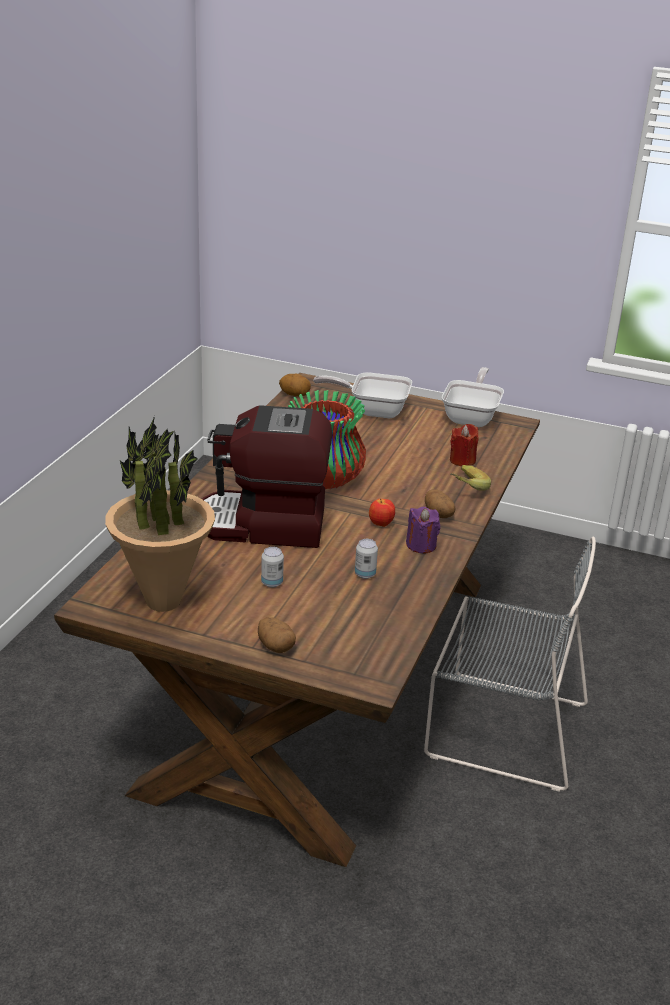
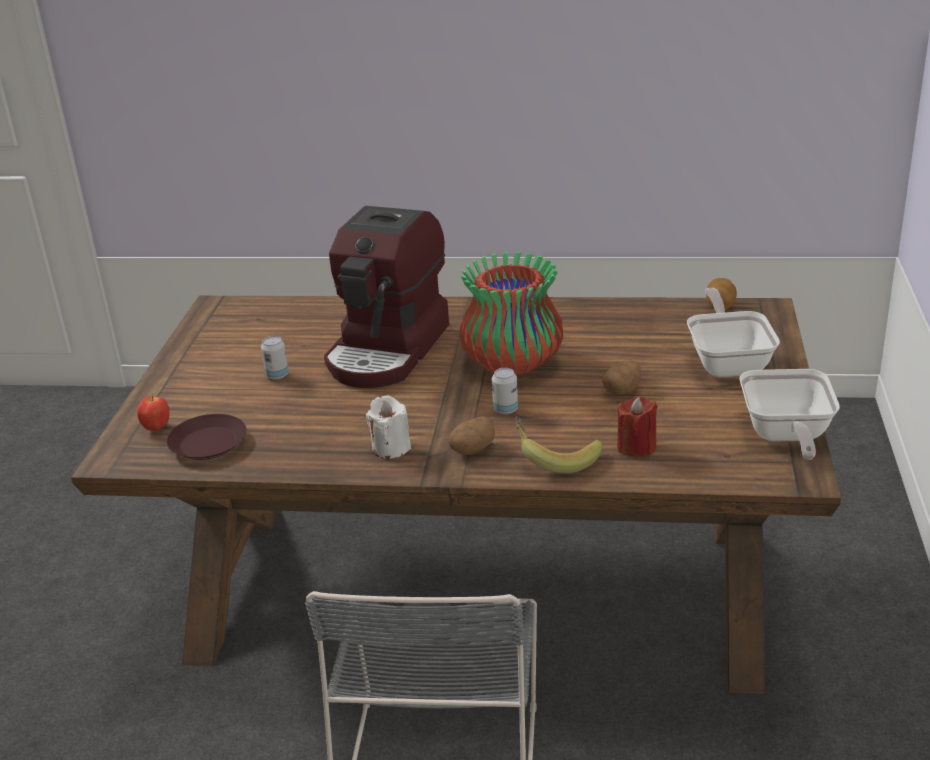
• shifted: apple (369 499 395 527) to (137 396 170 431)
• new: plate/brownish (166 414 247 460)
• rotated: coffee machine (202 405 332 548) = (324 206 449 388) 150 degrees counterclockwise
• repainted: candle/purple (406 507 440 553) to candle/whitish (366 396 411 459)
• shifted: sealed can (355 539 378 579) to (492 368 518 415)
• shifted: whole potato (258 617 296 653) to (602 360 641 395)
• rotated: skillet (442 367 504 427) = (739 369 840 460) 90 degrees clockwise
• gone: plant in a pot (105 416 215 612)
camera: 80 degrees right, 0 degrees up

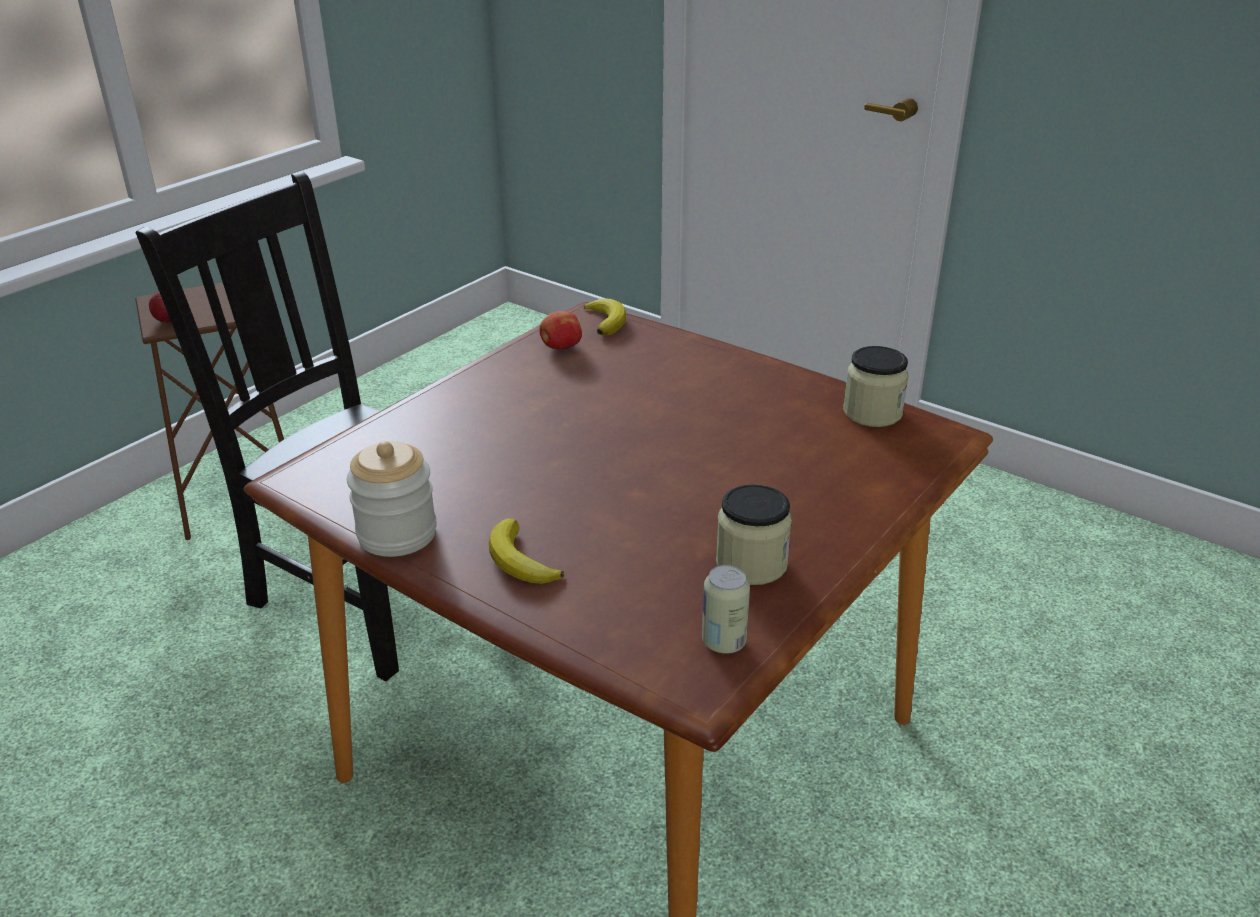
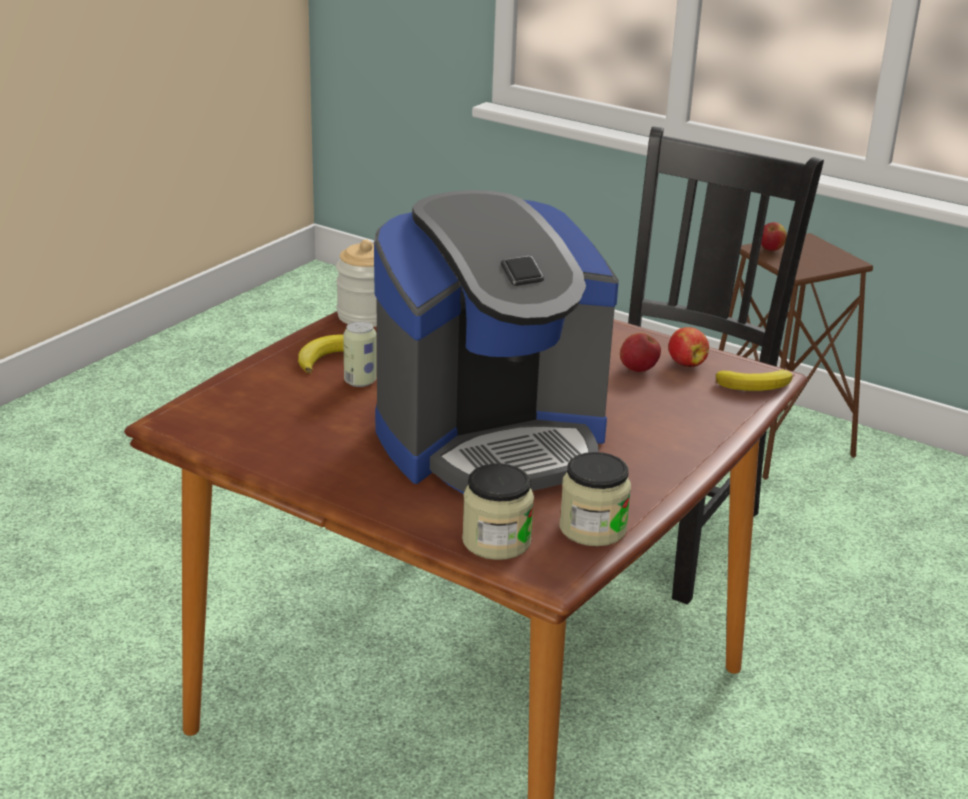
• shifted: sealed can (702 565 750 654) to (343 321 377 387)
• new: coffee machine (374 190 619 494)
• shifted: preserve jar (716 484 792 585) to (462 463 534 560)
• new: apple (620 332 661 372)
camera: 85 degrees right, 5 degrees down

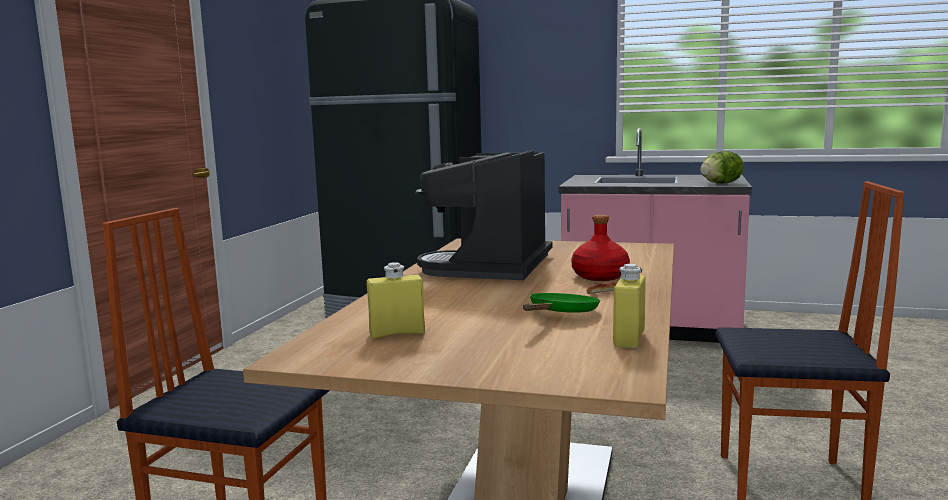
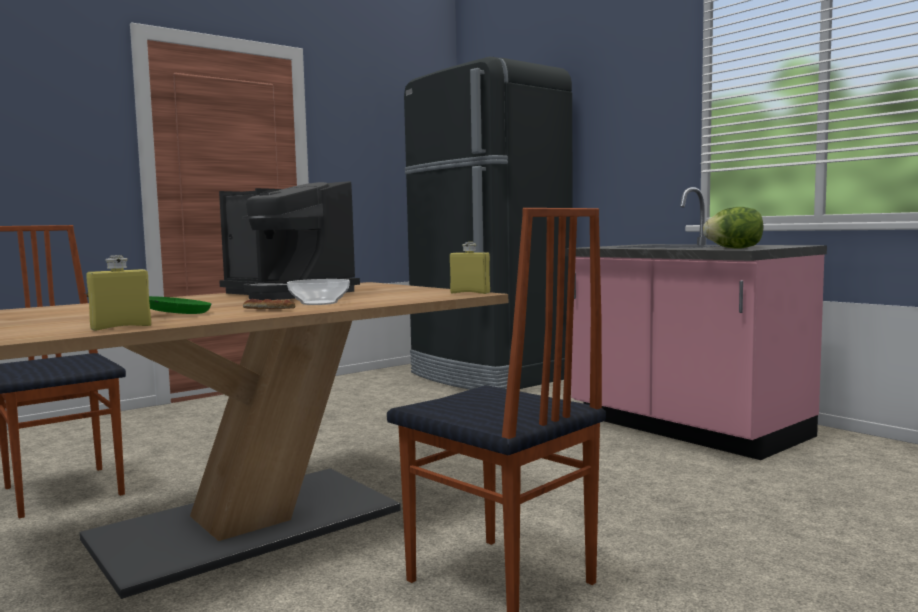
• rotated: coffee machine (416 150 553 280) = (219 181 360 300) 105 degrees counterclockwise
• swapped: bottle/red-coloured (571 214 630 281) to serving bowl (287 279 350 305)
• shifted: bottle/yellow (367 262 425 339) to (450 242 490 294)
camera: 35 degrees right, 5 degrees down

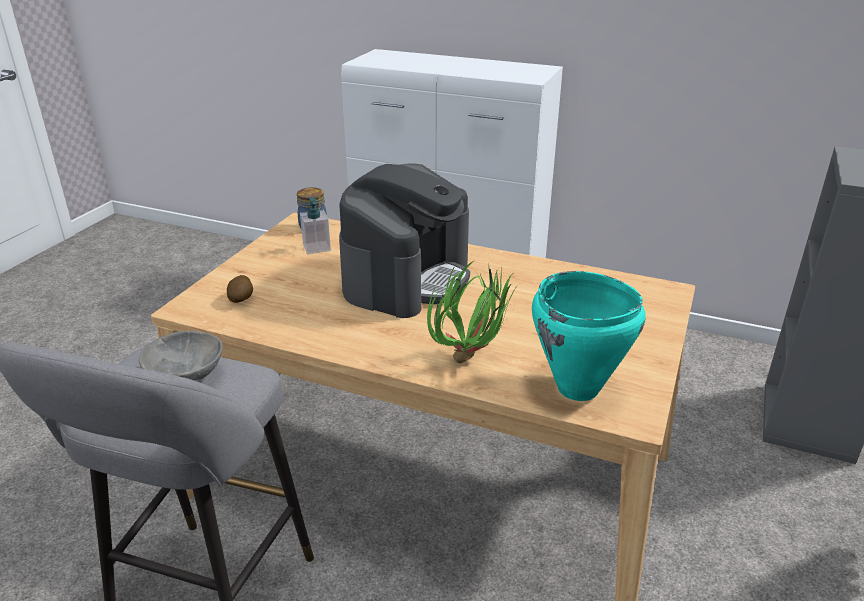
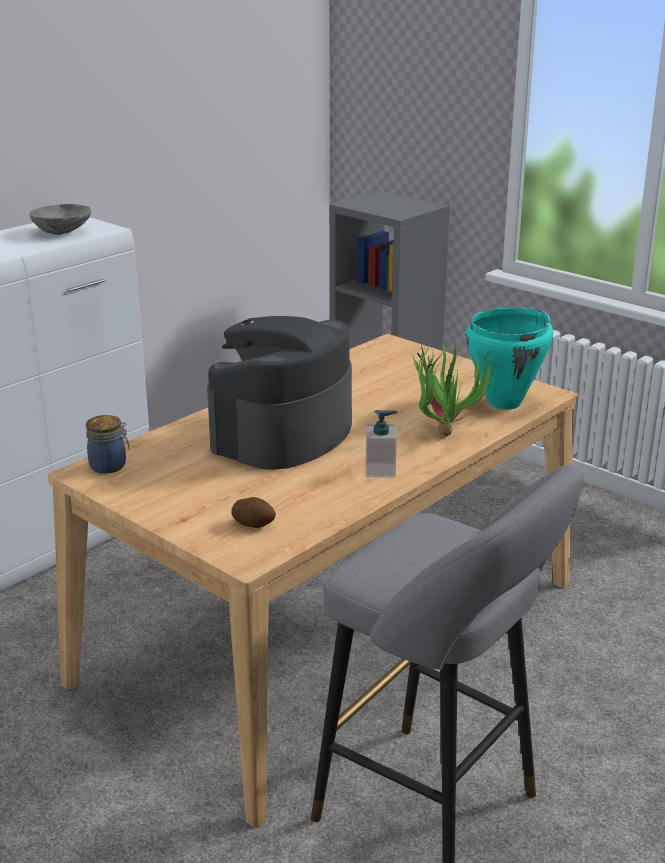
• shifted: serving bowl/greyish (139 331 222 381) to (30 204 91 235)
• rotated: coffee machine (339 164 470 318) = (207 316 352 470) 105 degrees counterclockwise
• shifted: soap dispenser (300 197 331 254) to (366 410 398 477)
camera: 70 degrees left, 5 degrees down

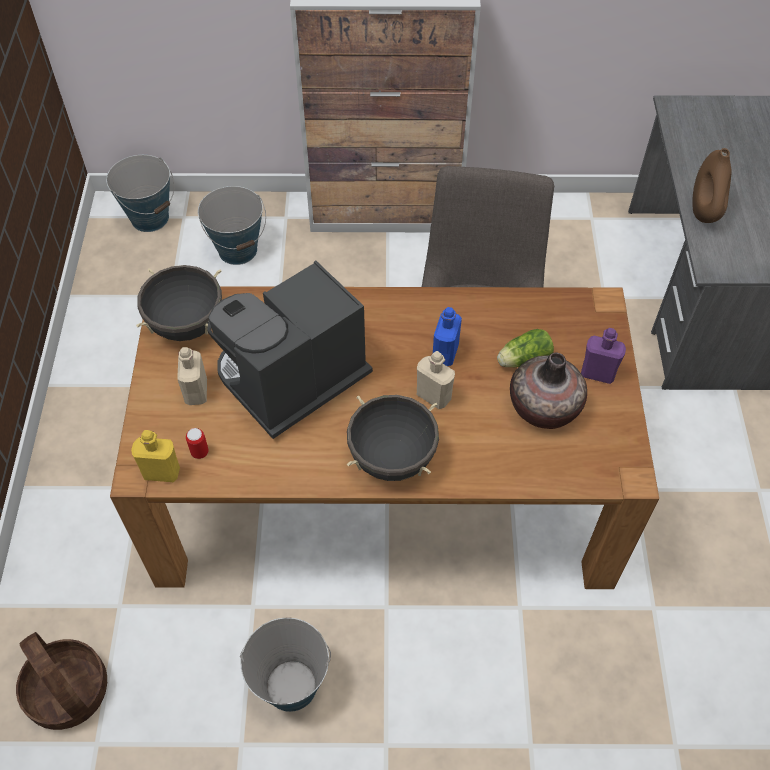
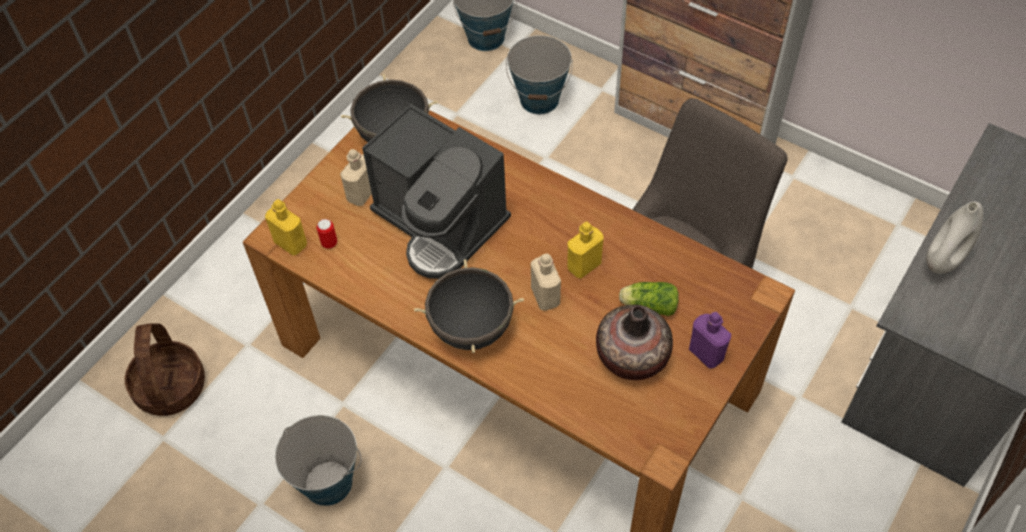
• rotated: coffee machine (207 261 373 439) = (362 104 511 279) 135 degrees counterclockwise
• repainted: bottle/blue-coloured (433 307 462 366) to bottle/yellow (567 222 604 278)
• repainted: flower vase/brownish (692 148 731 223) to flower vase/whitish (926 201 983 274)
camera: 35 degrees right, 0 degrees up

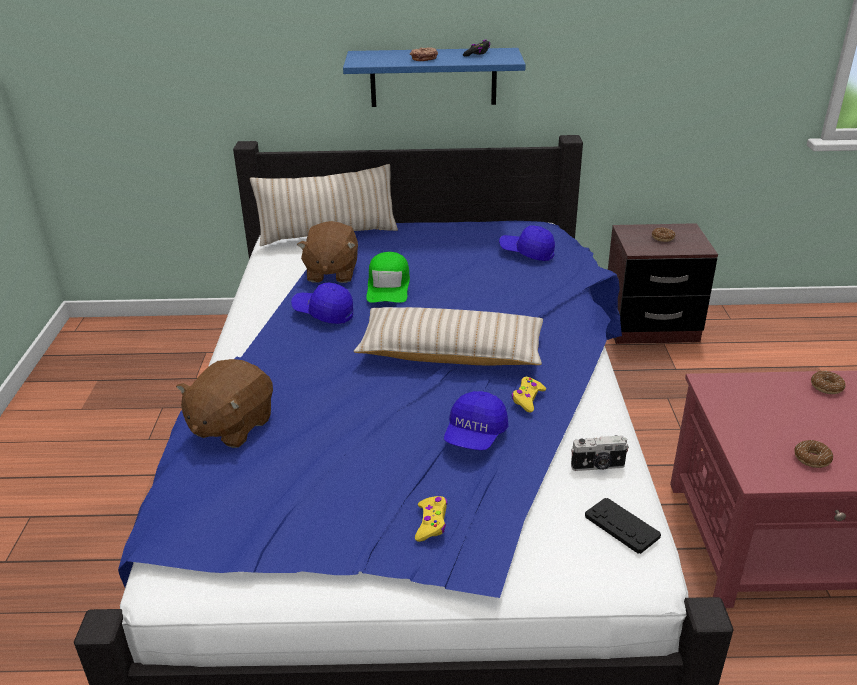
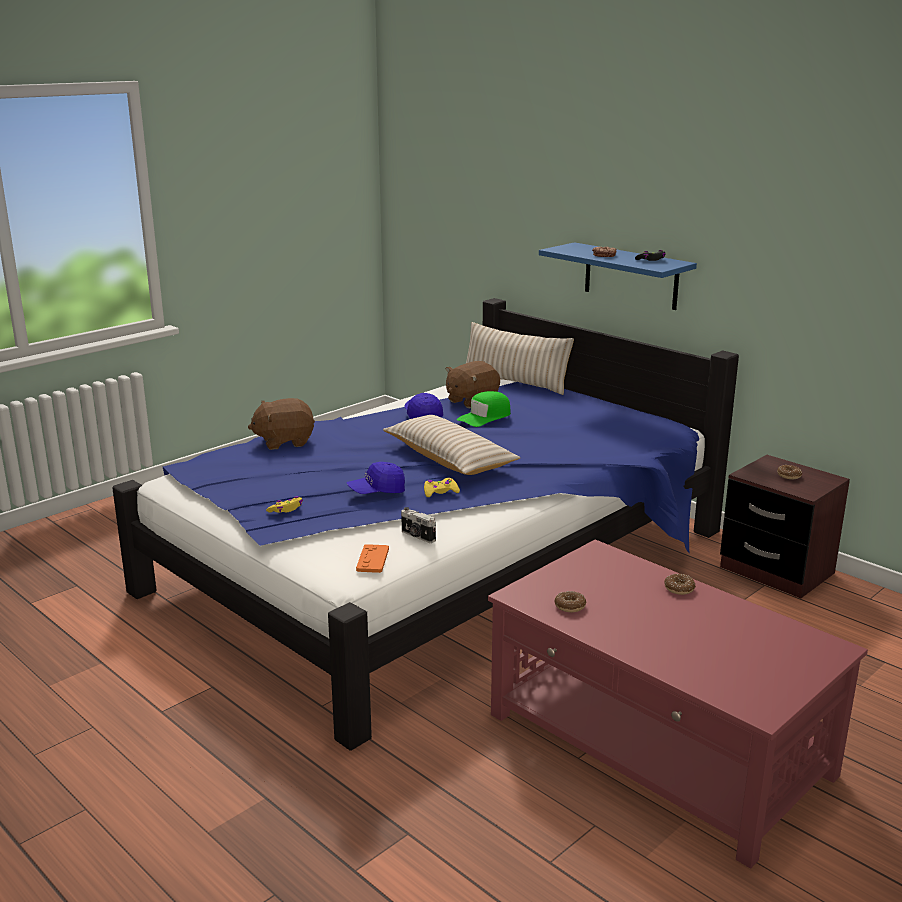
• repainted: game controller/black (585 498 661 554) to game controller/orangey (356 544 389 573)
• gone: peaked cap/blue-coloured (499 226 555 261)
camera: 45 degrees right, 10 degrees down

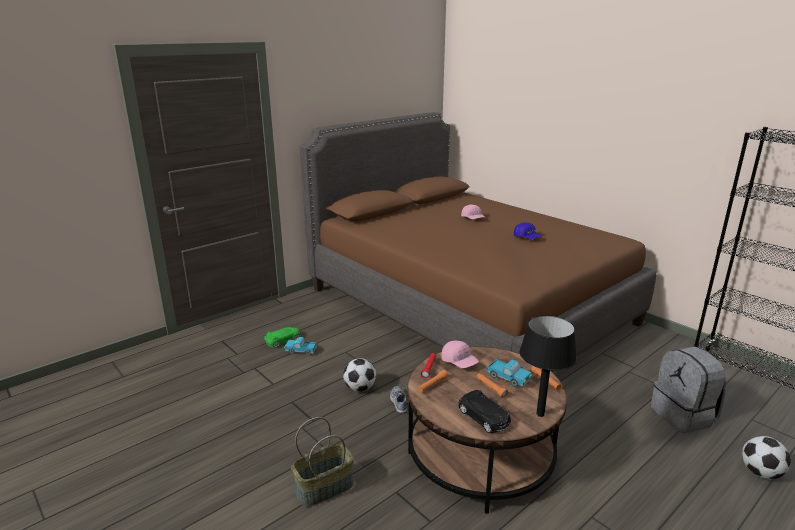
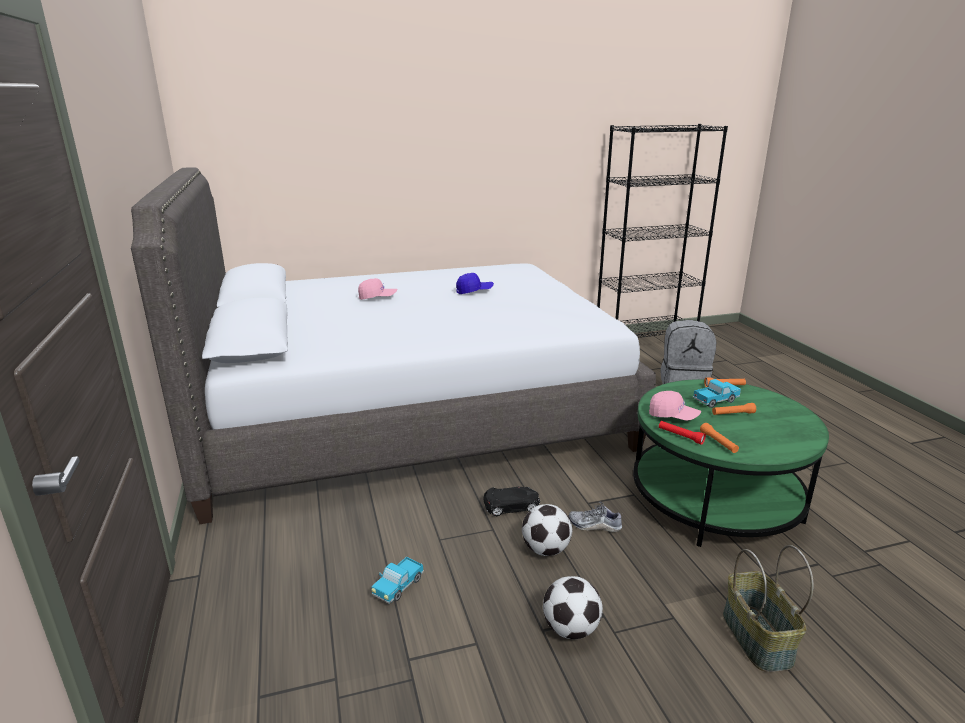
• repainted: bed/brownish (300 112 656 372) to bed/greyish (131 167 656 524)
• shifted: toy car/black (459 390 511 433) to (483 487 540 516)
• shifted: football (742 436 791 479) to (543 576 603 639)
• repainted: low table/brownish (407 346 567 514) to low table/green (633 379 829 547)
• rotated: peaked cap/pinkish (441 341 479 368) = (649 391 701 421) 45 degrees clockwise
• gone: toy car/green (264 327 300 348)
• gone: lamp for a table/black (519 315 577 417)
camera: 65 degrees left, 0 degrees up

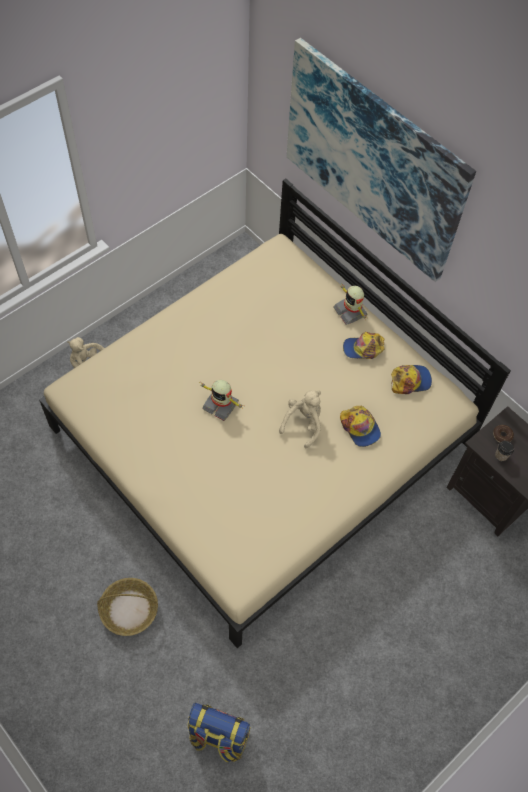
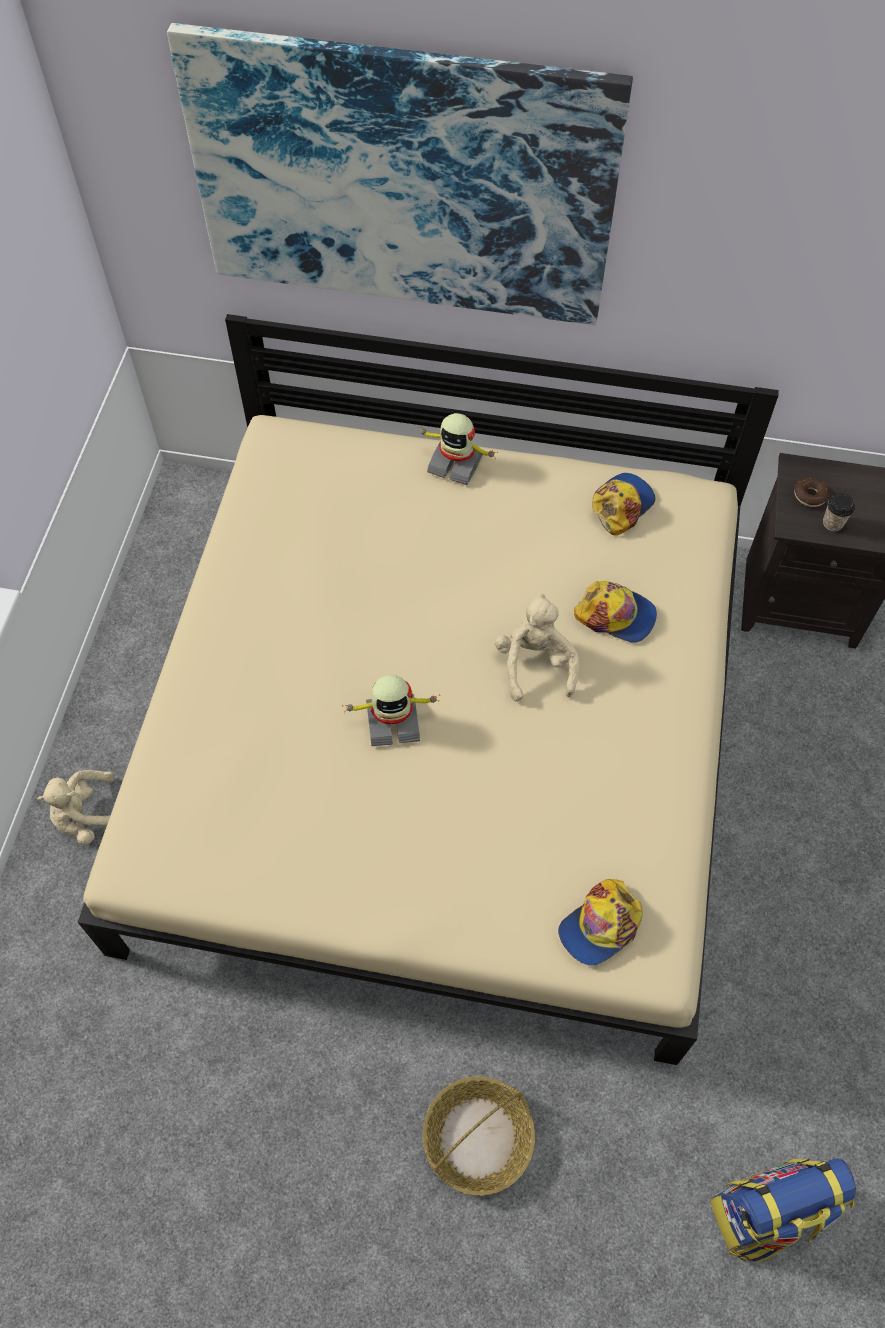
• shifted: peaked cap (343 332 385 359) to (558 879 643 966)
camera: 35 degrees left, 0 degrees up

